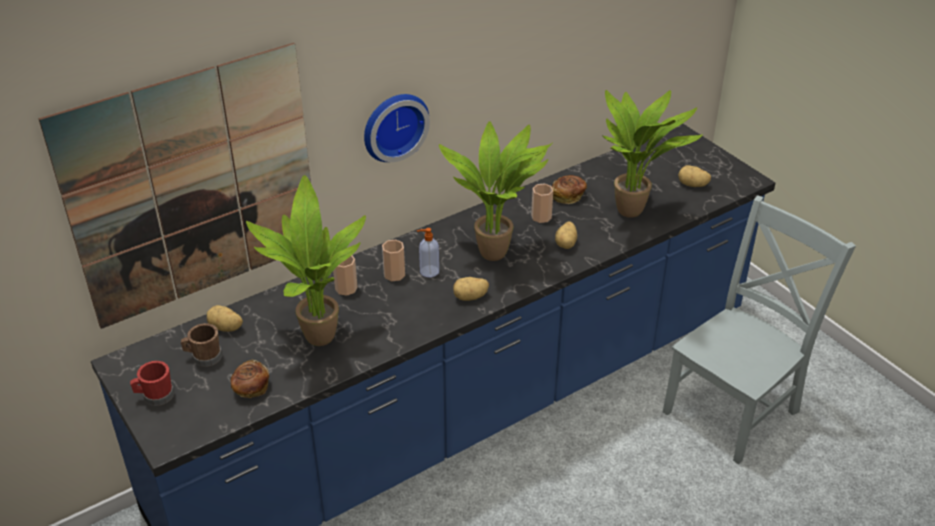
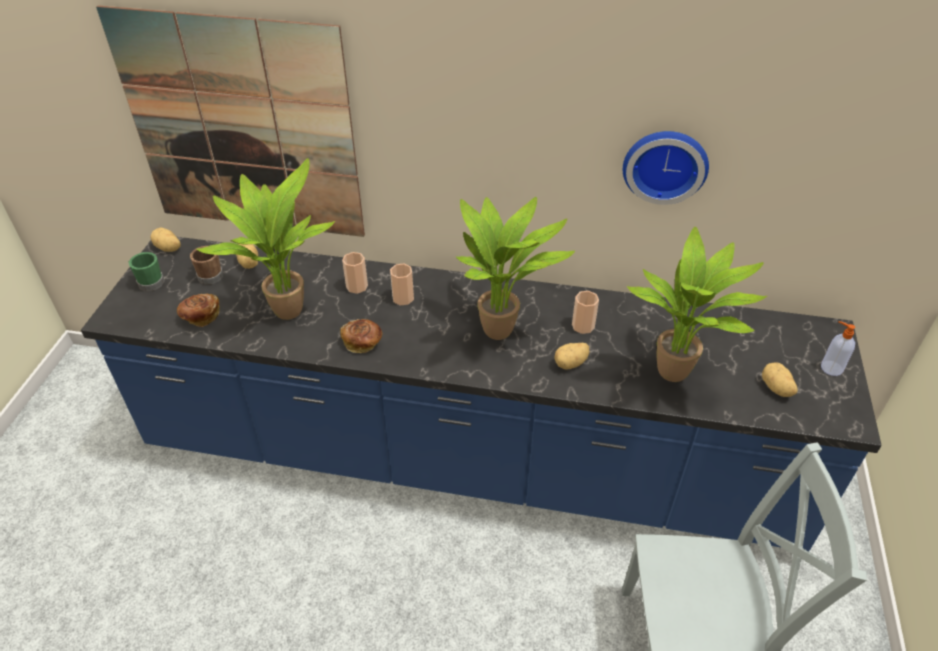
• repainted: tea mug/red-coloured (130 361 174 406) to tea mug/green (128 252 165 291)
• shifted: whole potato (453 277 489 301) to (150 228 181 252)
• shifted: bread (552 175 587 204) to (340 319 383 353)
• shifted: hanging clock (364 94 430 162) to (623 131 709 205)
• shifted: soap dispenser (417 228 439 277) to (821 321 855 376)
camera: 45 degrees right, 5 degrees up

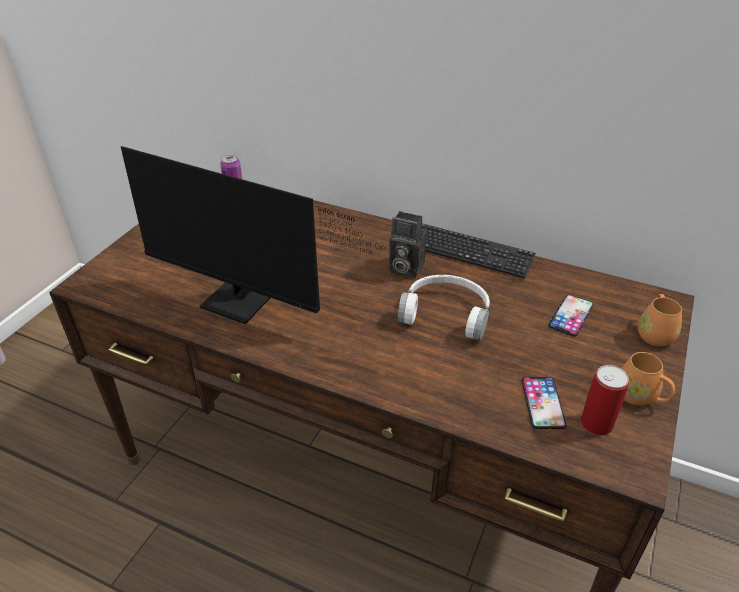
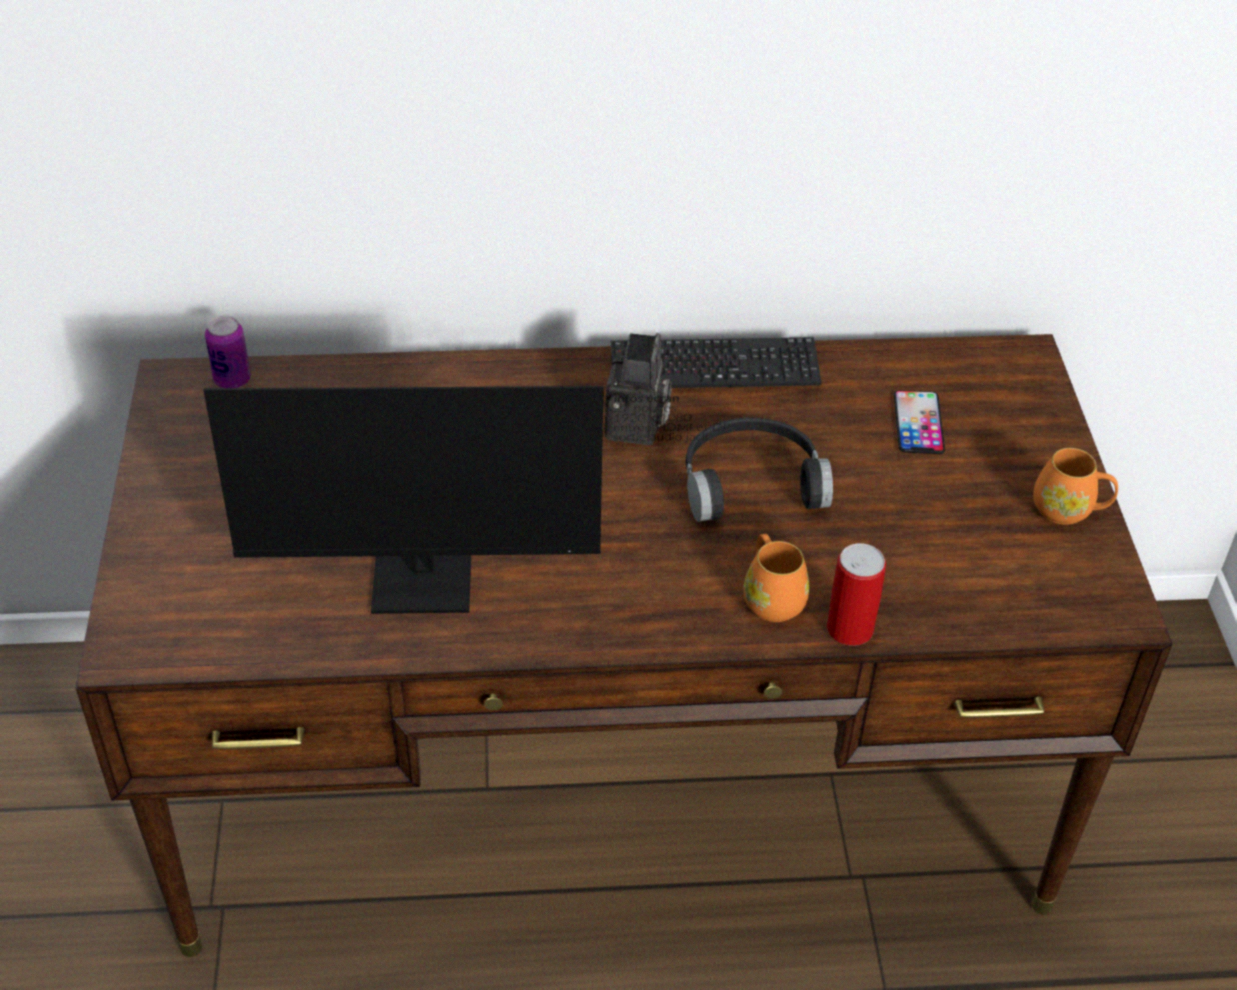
• rotated: still camera (389 211 427 278) = (605 333 672 445) 75 degrees counterclockwise
• repainted: headphones/whitish (398 275 490 340) to headphones/black (686 418 833 522)
• shifted: tea mug/orangey (638 294 682 347) to (744 534 810 622)
• shifted: sealed can (581 365 629 436) to (827 543 886 646)
• gone: handset (522 377 567 429)
camera: 30 degrees left, 5 degrees up

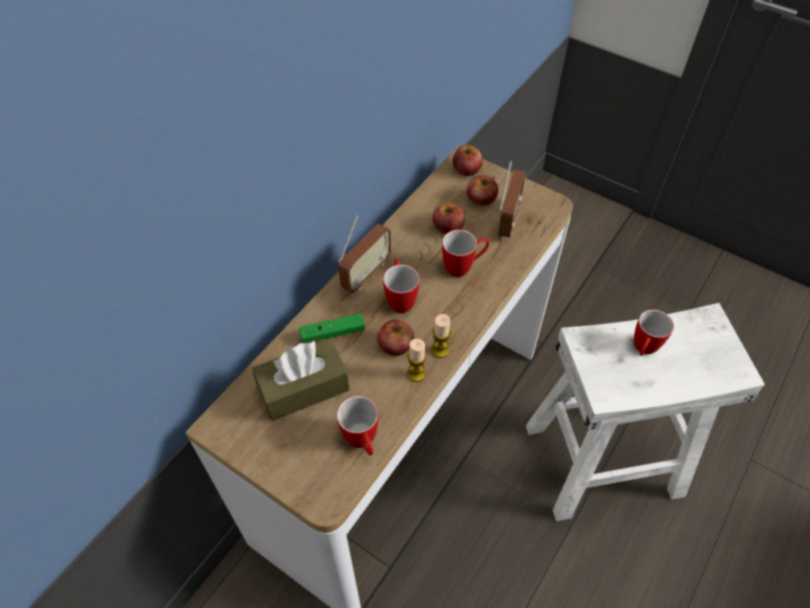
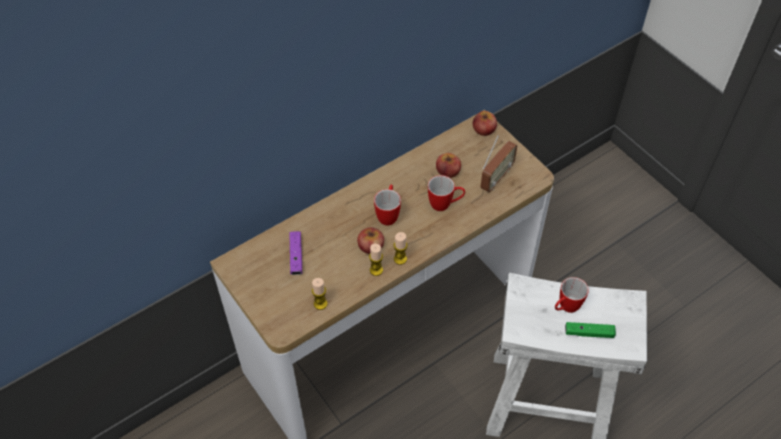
• swapped: tissue box/brownish (252 339 350 421) to game controller/purple (289 231 302 275)
• swapped: tea mug (337 396 379 455) to candle (312 278 328 310)
• shifted: game controller/green (299 313 365 343) to (565 322 616 338)
• gone: radio (338 215 391 293)
• gone: apple (467 175 498 206)
camera: 20 degrees right, 0 degrees up

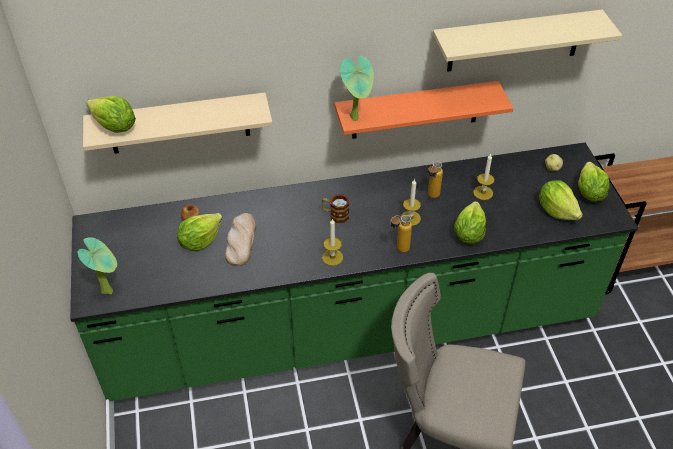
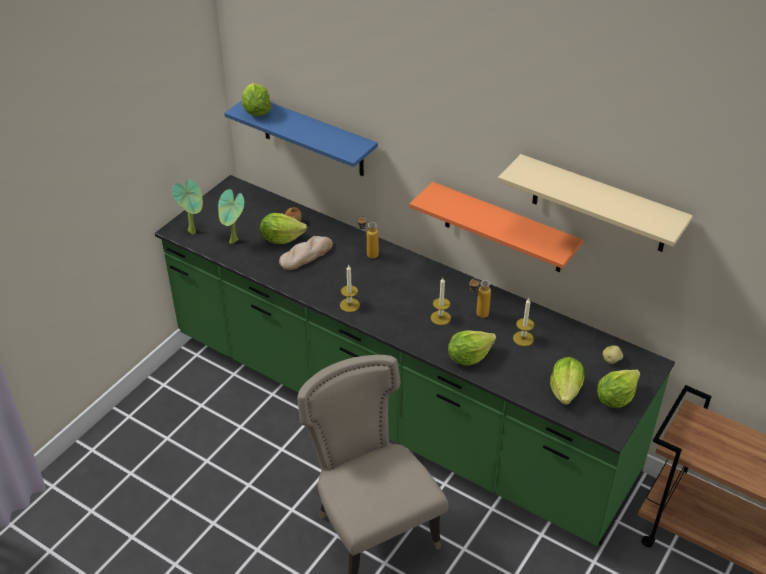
• shifted: plant in a pot (340 56 374 121) to (218 189 244 244)
• repainted: wall shelf/beige-coloured (83 92 273 154) to wall shelf/blue-coloured (224 101 378 176)
• shifted: bottle (390 215 412 252) to (357 216 379 259)
• gone: tea mug (322 194 349 223)
camera: 45 degrees right, 5 degrees down

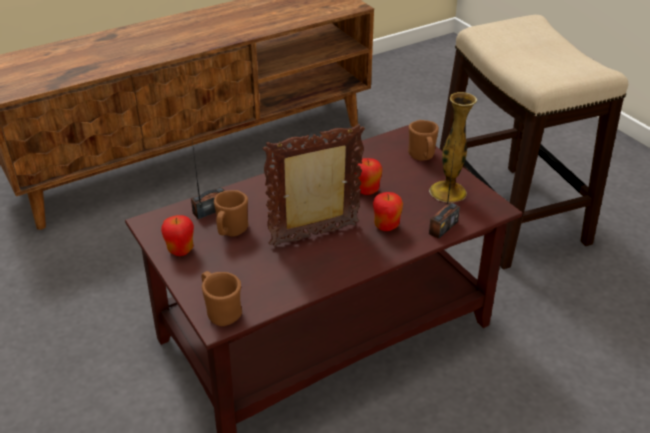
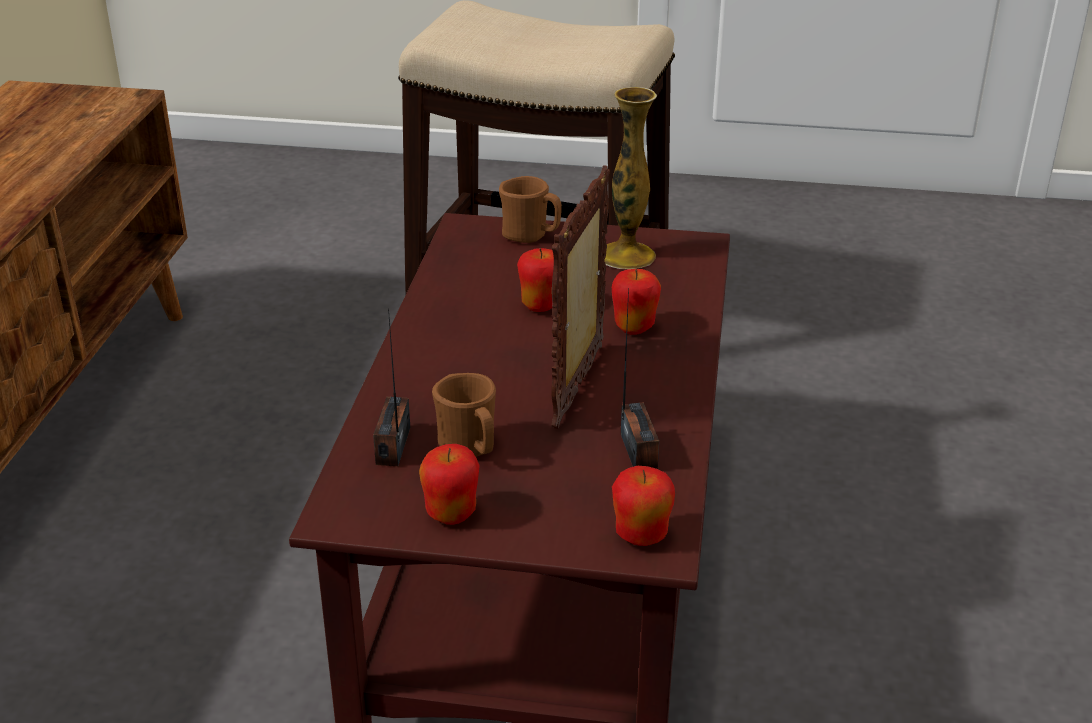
• swapped: tea mug/brownish (201 271 242 326) to apple (612 466 675 546)
• shifted: radio (429 146 460 239) to (621 288 659 469)
camera: 50 degrees left, 5 degrees down

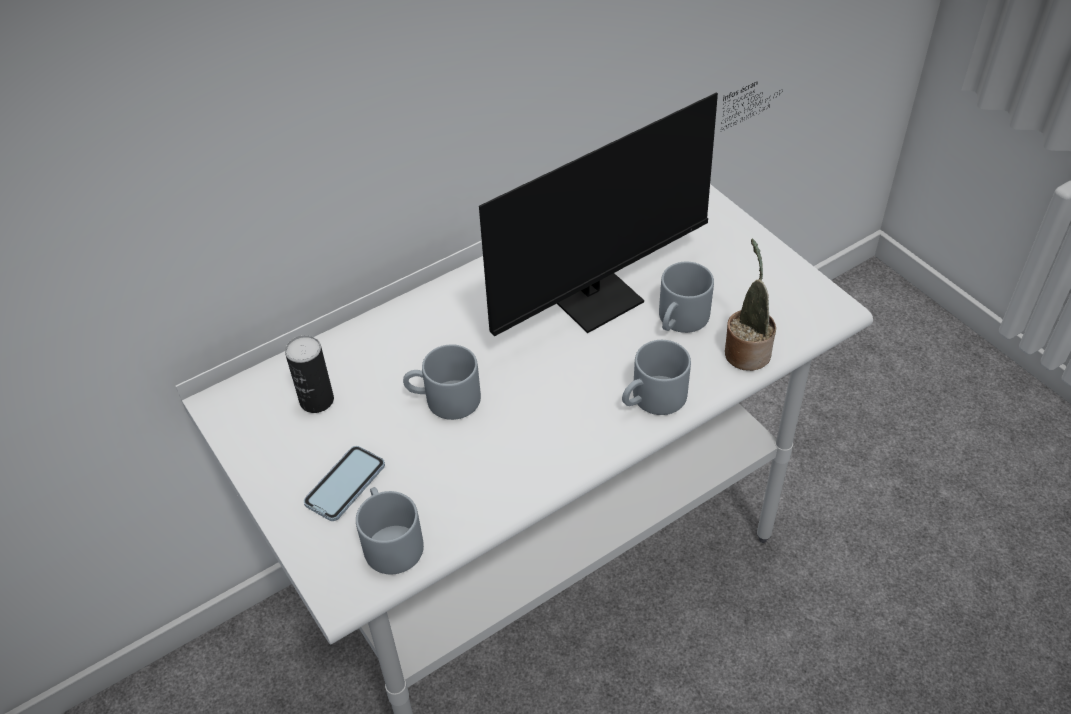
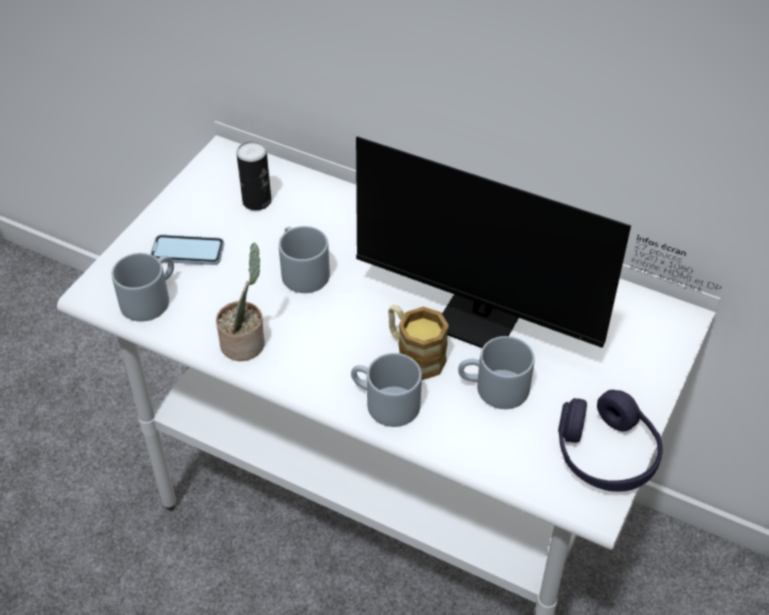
• shifted: plant in a pot (725 239 776 371) to (216 243 265 361)
• new: tea mug (388 305 449 380)
• new: headphones/purple (558 390 663 492)
camera: 60 degrees right, 0 degrees up

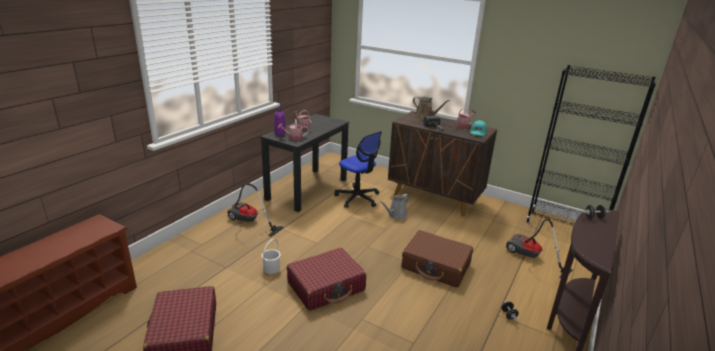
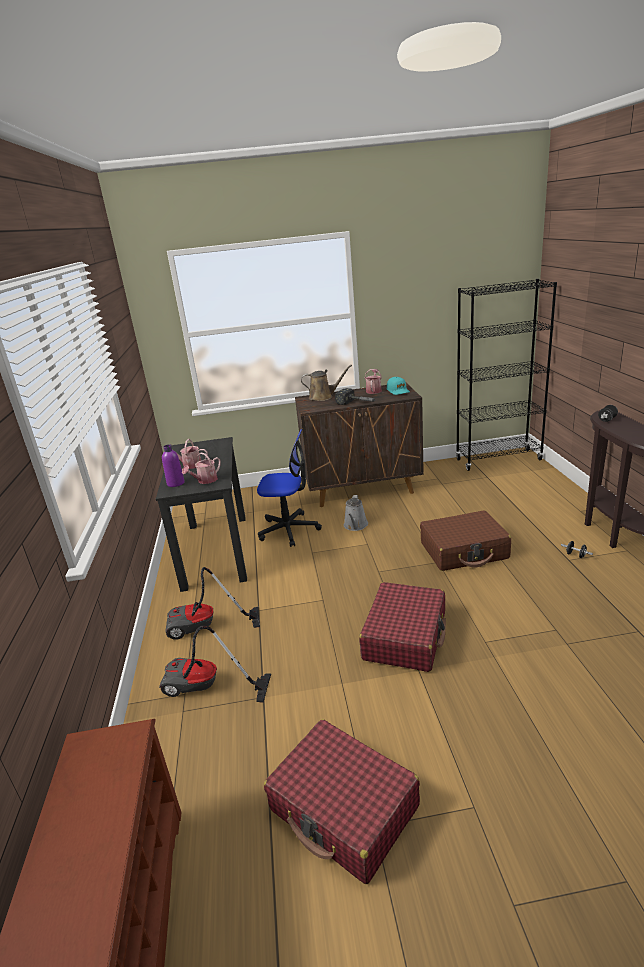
• shifted: vacuum cleaner (506 218 573 278) to (159 626 271 703)
• gone: water bucket/whitish (261 239 281 274)
camera: 35 degrees left, 0 degrees up

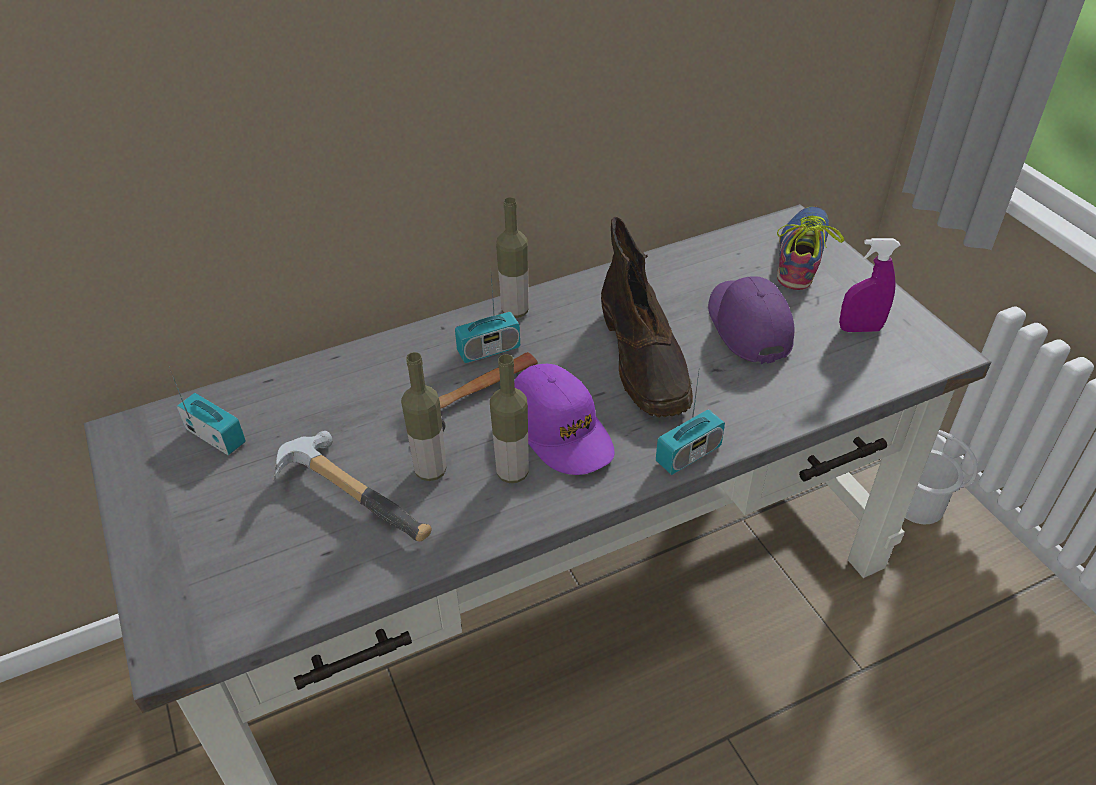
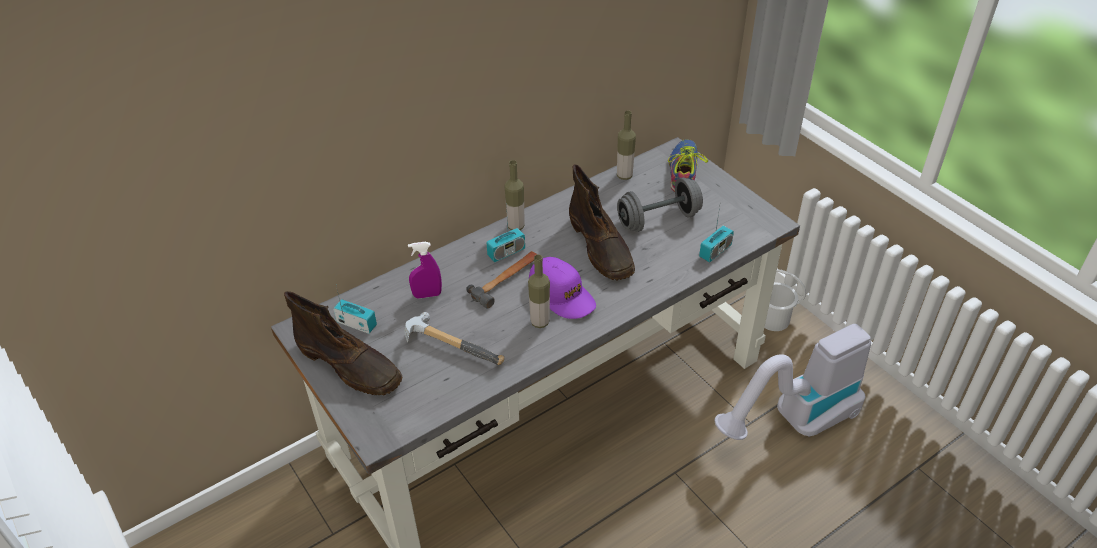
• new: boot/brownish (284 291 402 395)
• shifted: spray bottle/purple (839 238 900 332) to (408 242 442 299)
• shifted: bottle (401 352 447 481) to (617 110 636 180)
• swapped: peaked cap/purple (708 276 794 364) to hand weight/greyish (617 177 703 232)
• shifted: radio (656 372 725 475) to (699 207 734 263)
• new: vacuum cleaner (715 324 871 440)
camera: 10 degrees left, 0 degrees up

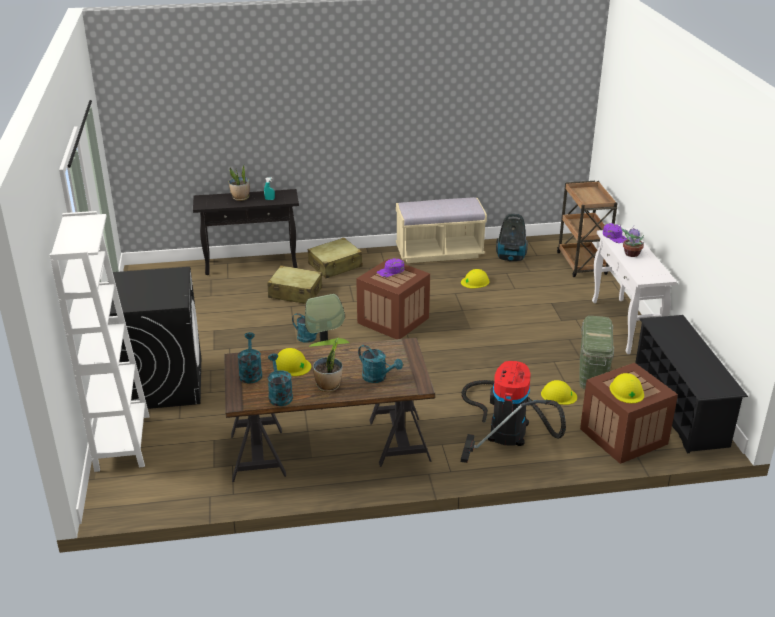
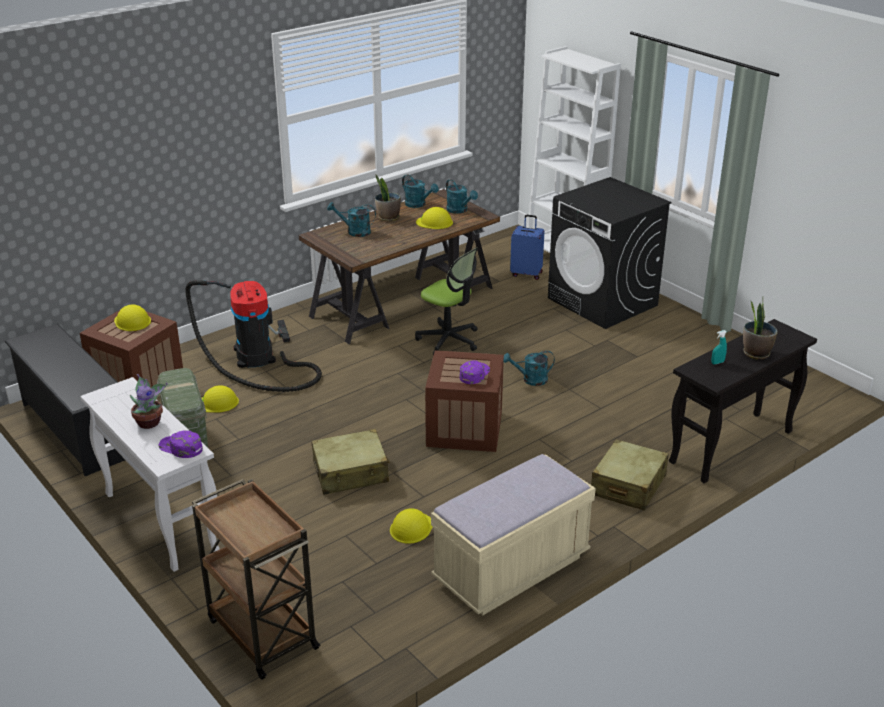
• shifted: piece of luggage/beige-coloured (267 265 322 304) to (311 429 390 495)
• new: piece of luggage/blue-coloured (510 215 545 280)
• gone: vacuum cleaner (496 214 528 262)
camera: 150 degrees right, 0 degrees up

